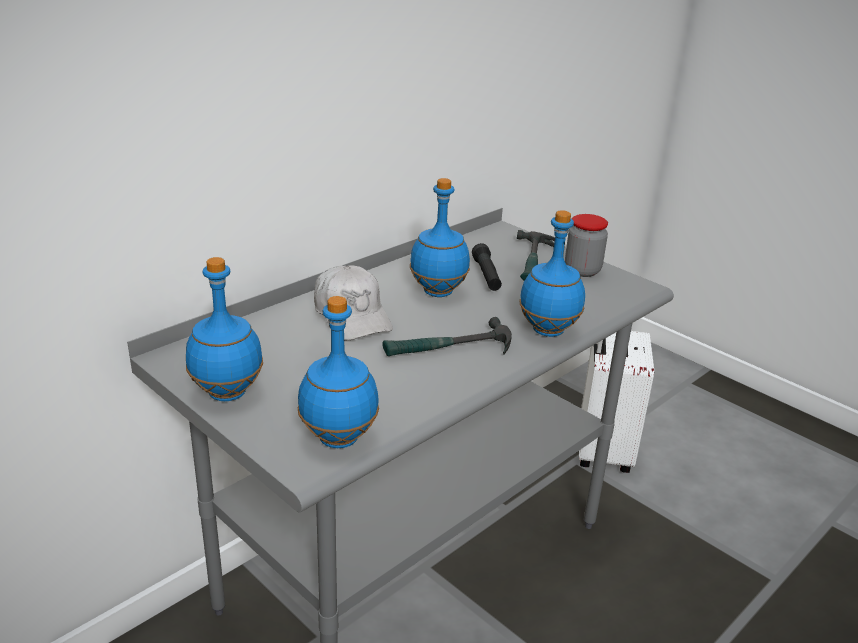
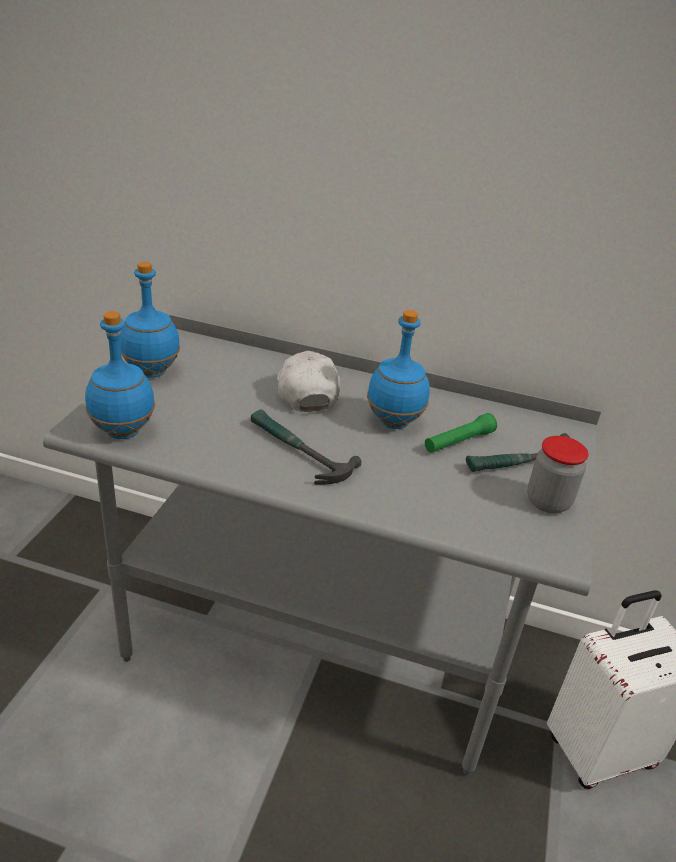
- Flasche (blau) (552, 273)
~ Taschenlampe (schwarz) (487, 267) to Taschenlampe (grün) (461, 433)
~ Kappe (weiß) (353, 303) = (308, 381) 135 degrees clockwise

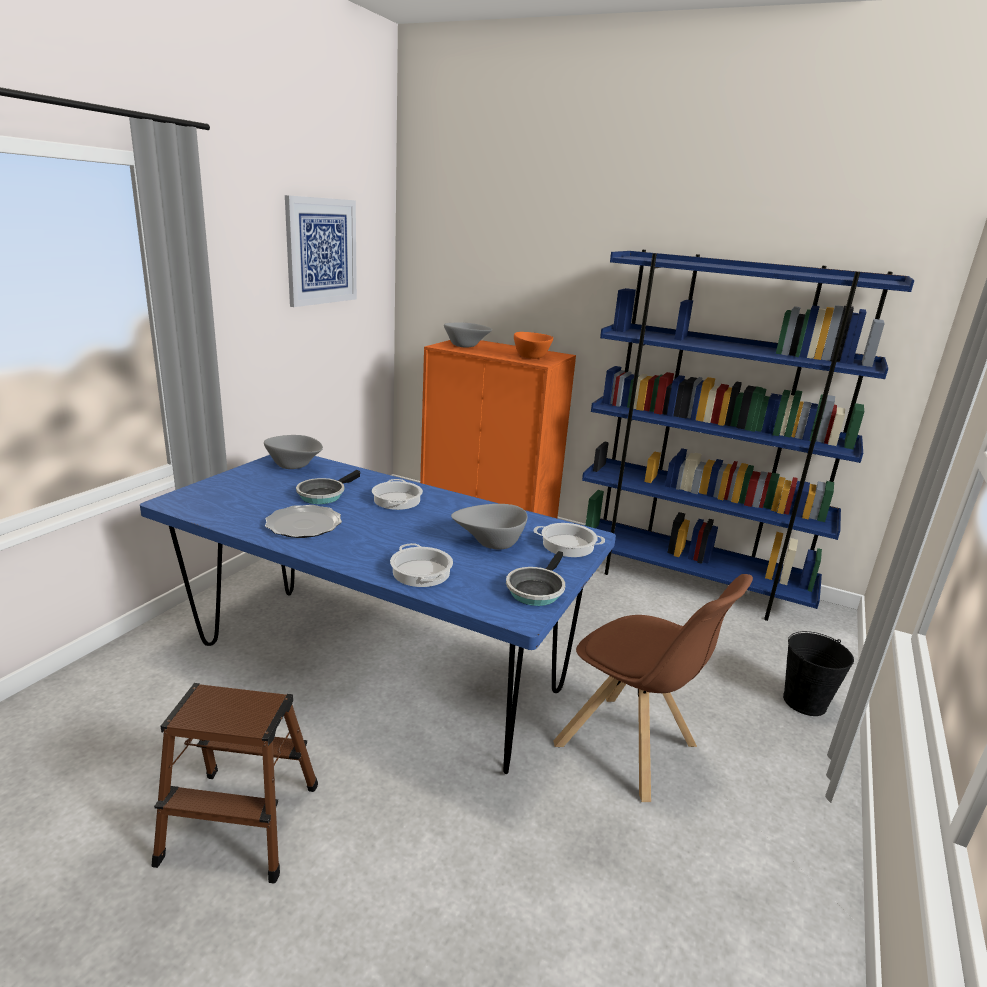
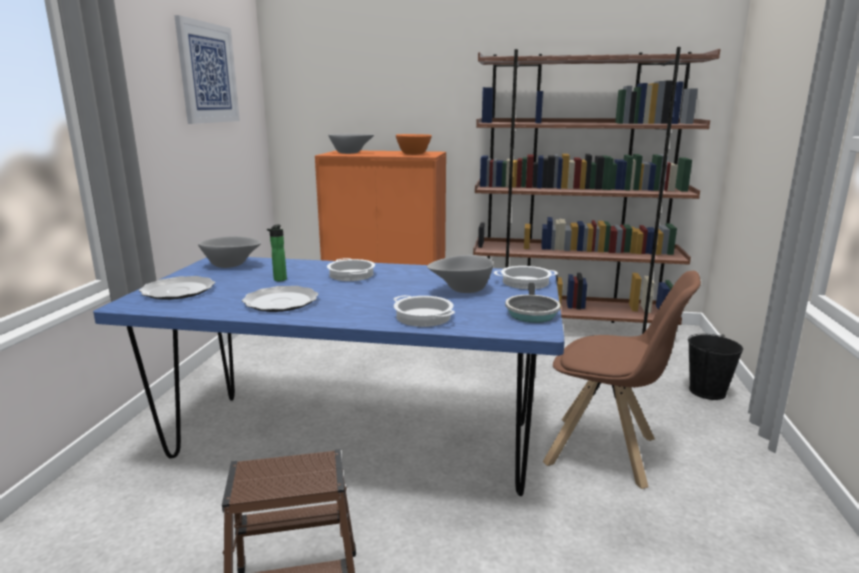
~ Bücherregal (blau) (748, 435) to Bücherregal (braun) (597, 190)
~ Pfanne (328, 487) to Flasche (277, 252)
+ Teller (177, 288)

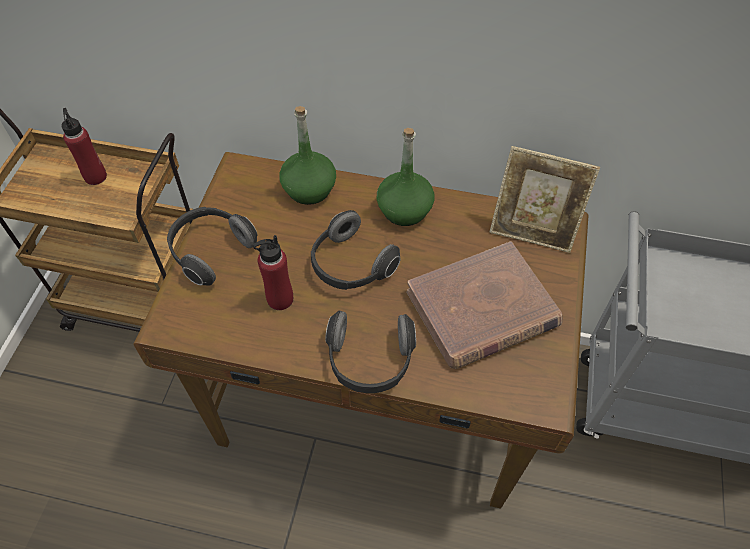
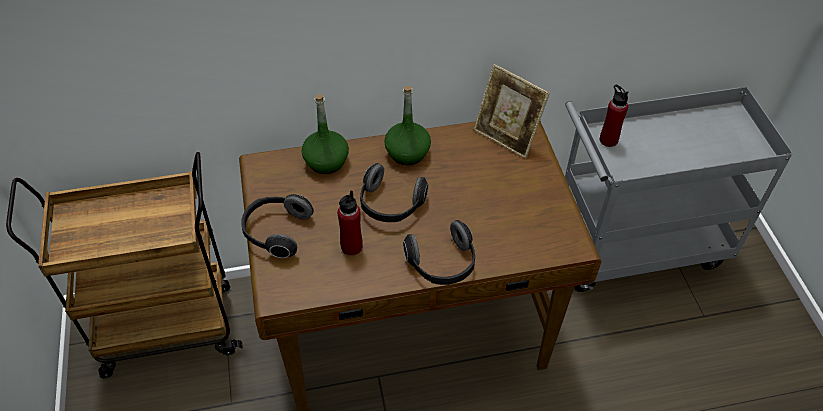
~ Flasche (rot) (84, 146) to (614, 116)
~ Bilderrahmen (544, 199) = (512, 111) 45 degrees clockwise
- Buch (braun) (485, 305)

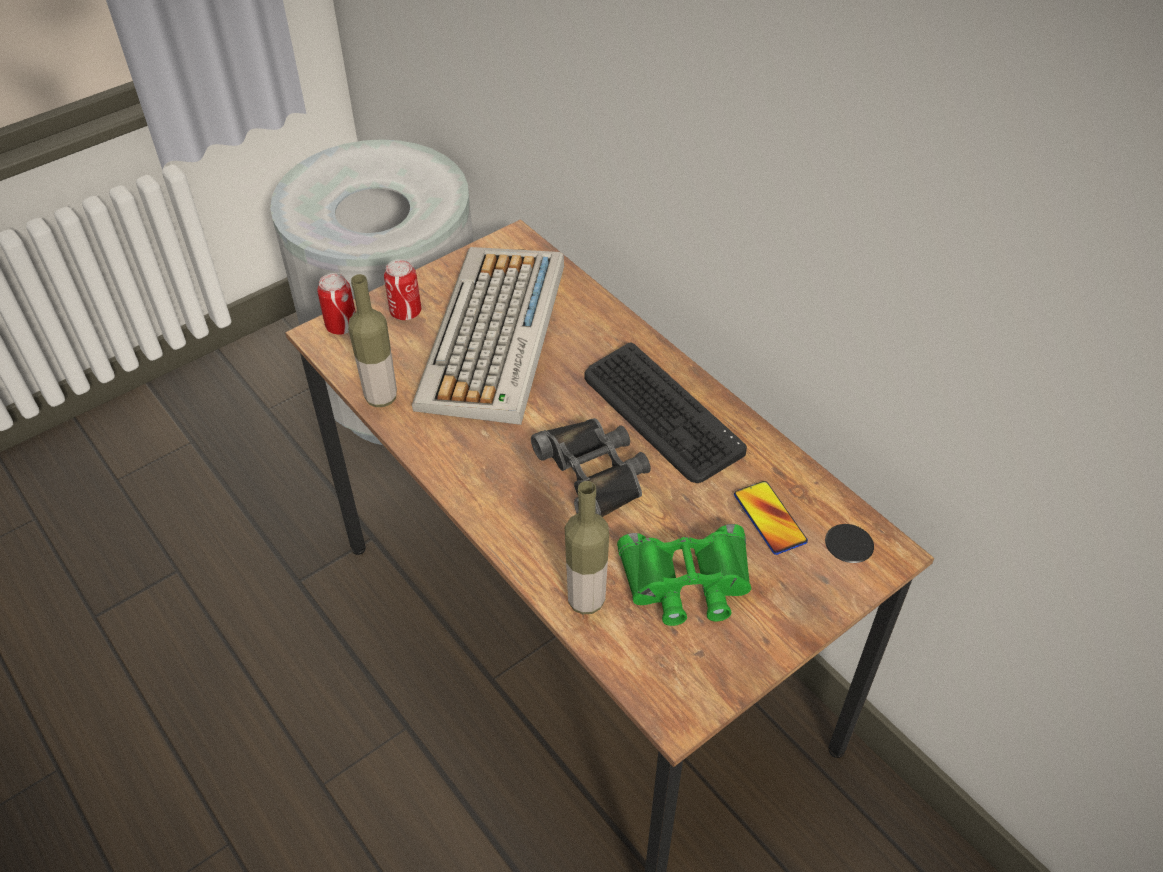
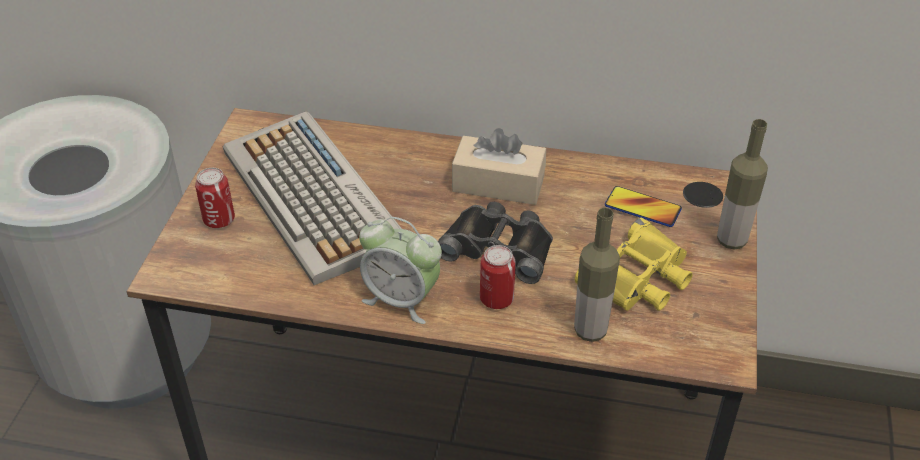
~ Dose (336, 304) to (498, 277)
~ Flasche (372, 340) to (742, 184)
~ Tastatur (665, 412) to Taschentuchbox (beige) (499, 166)
~ Fernglas (grün) (684, 575) to Fernglas (gelb) (634, 264)
+ Wecker (400, 270)

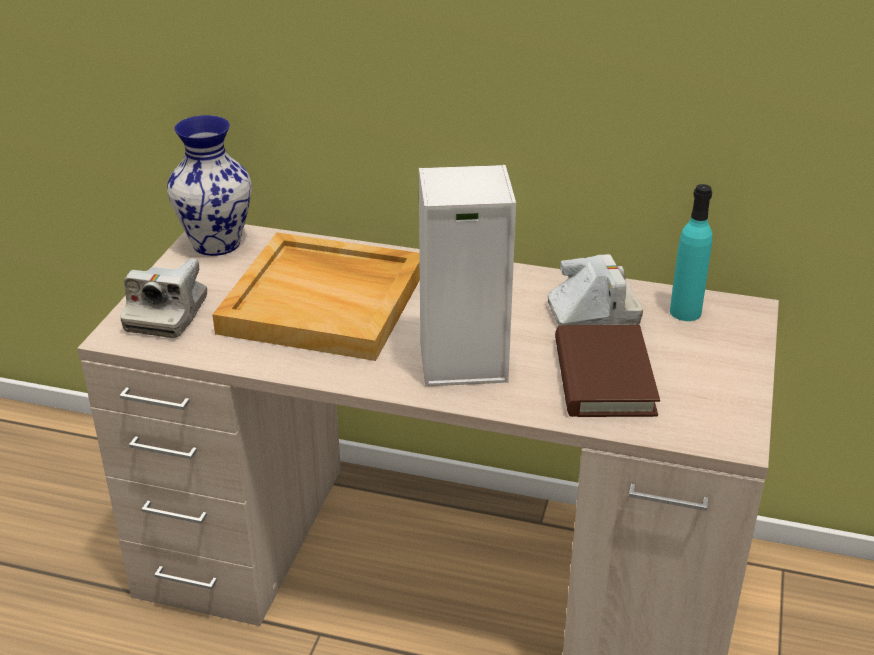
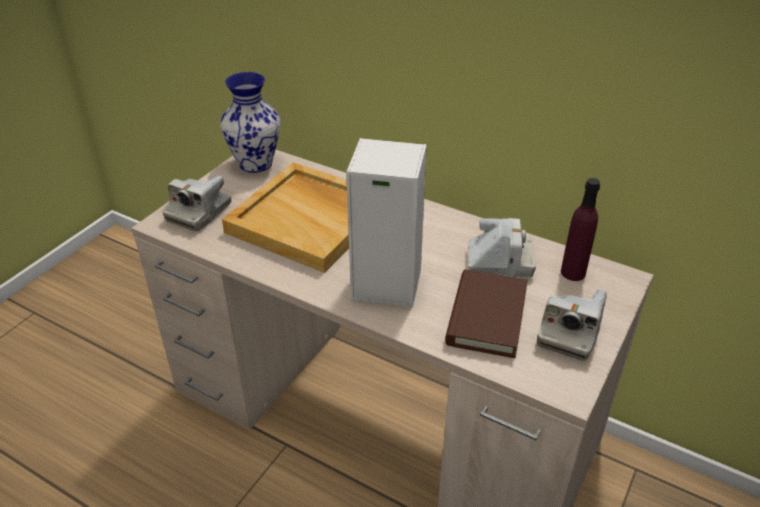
~ Flasche (türkis) (691, 252) to Flasche (lila) (580, 229)
+ Kamera (571, 325)

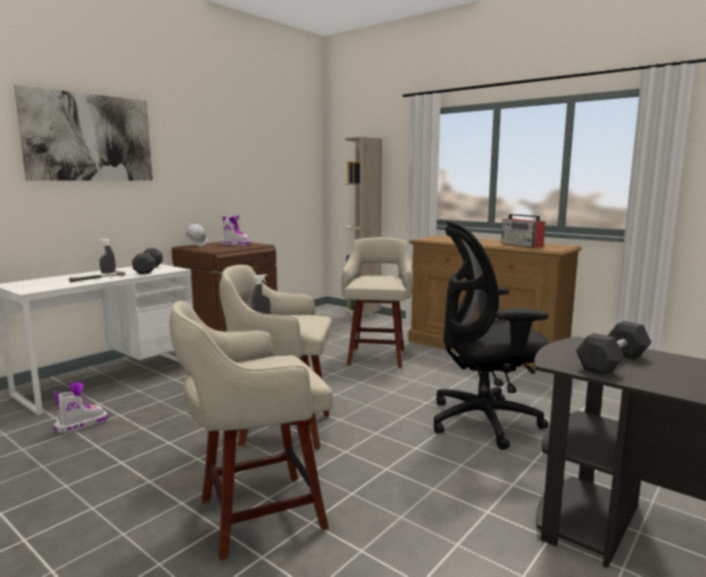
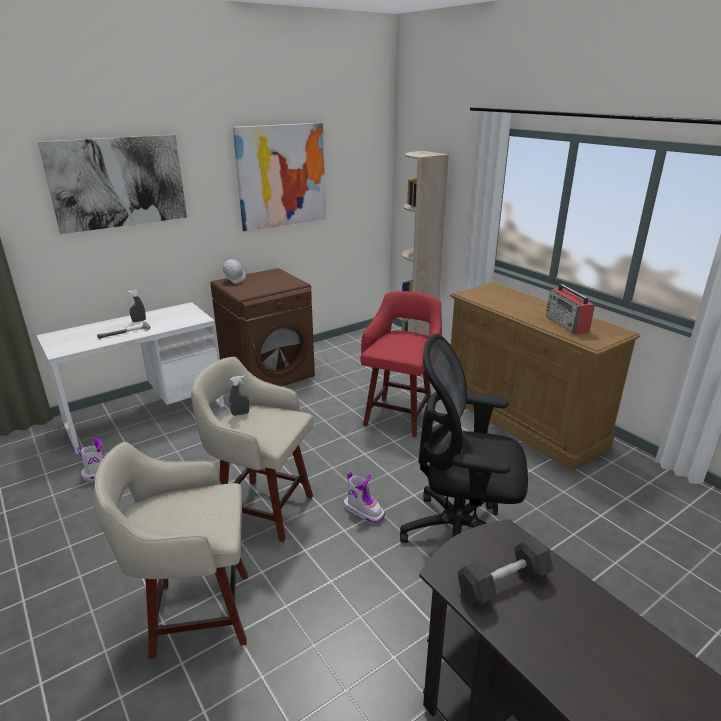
~ Stiefel (236, 231) to (364, 498)
~ Hocker (beige) (377, 302) to Hocker (rot) (401, 364)
- Hantel (schwarz) (147, 261)
+ Bild (279, 177)

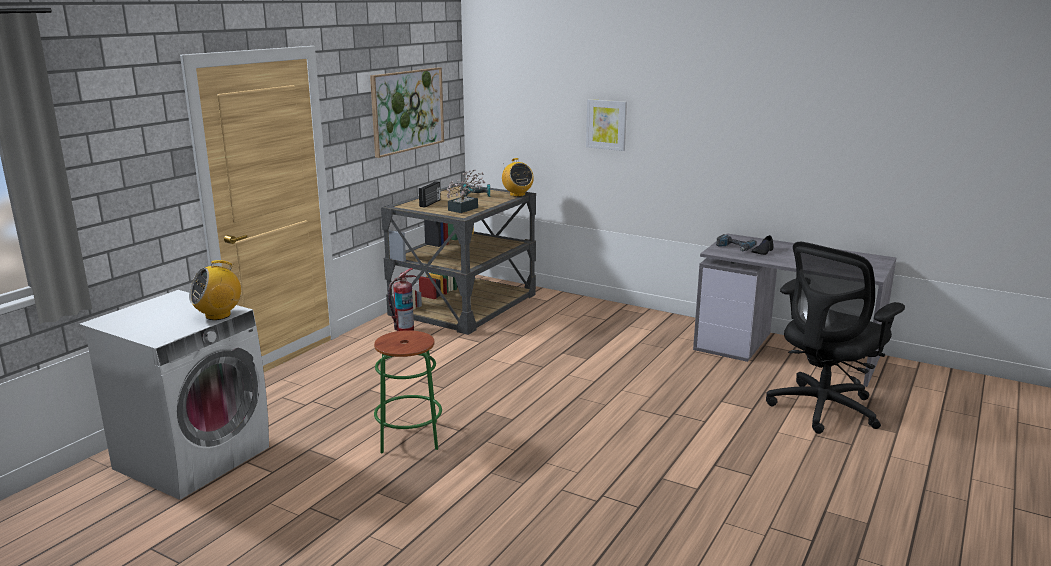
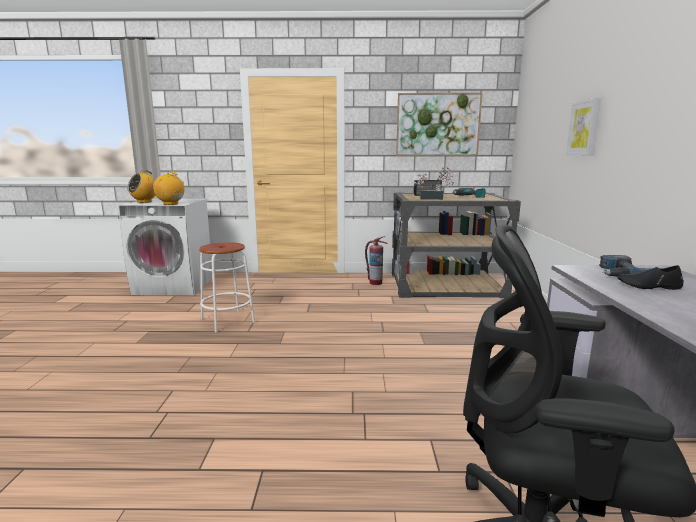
~ Radio (518, 177) to (141, 186)
~ Hocker (grün) (408, 391) to Hocker (weiß) (227, 287)

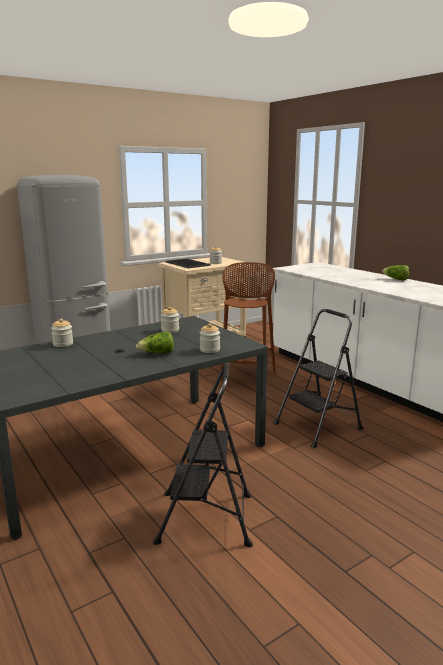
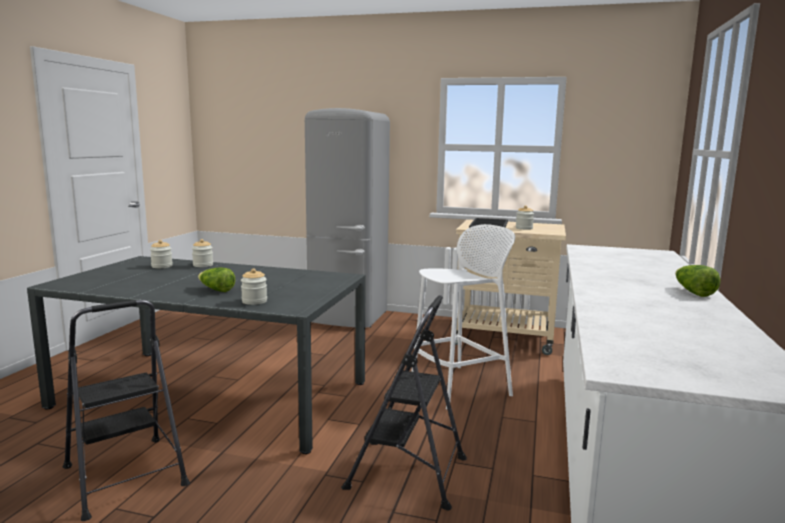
~ Hocker (braun) (248, 324) to Hocker (weiß) (463, 316)
~ Vorratsglas (170, 320) to (161, 254)

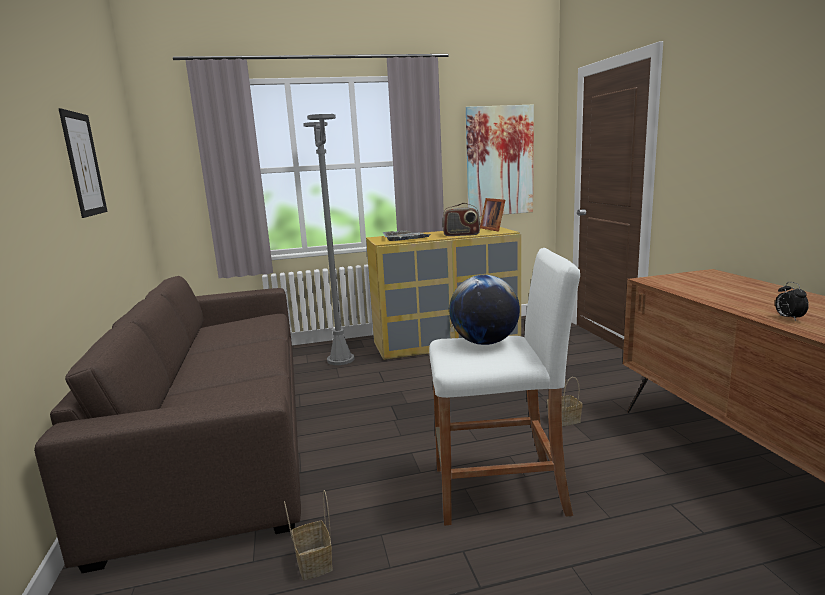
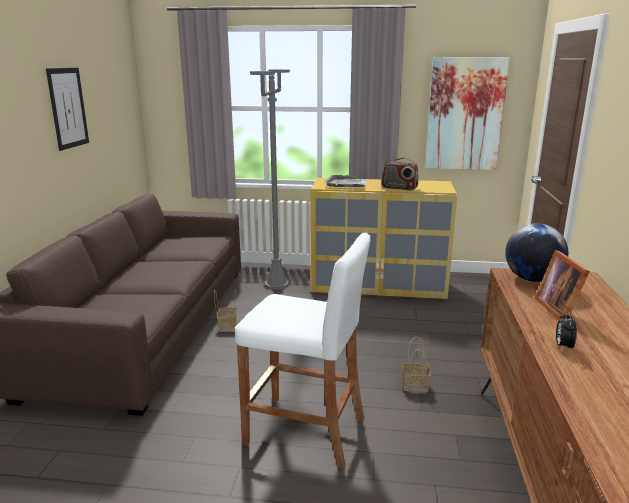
~ Bilderrahmen (492, 215) to (562, 285)
~ Globus (484, 310) to (536, 252)
~ Korb (308, 535) to (225, 310)

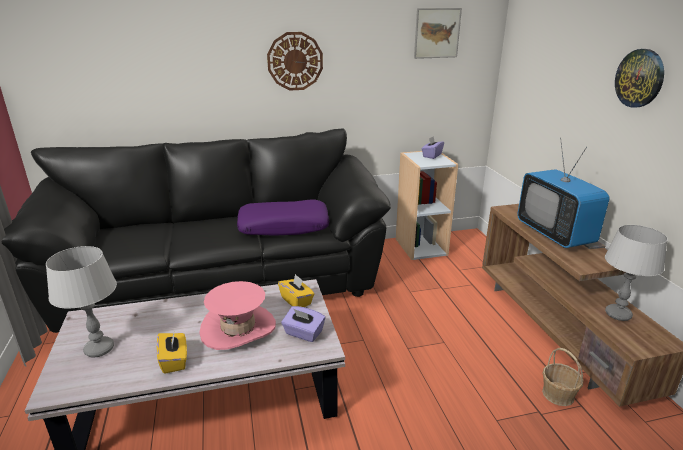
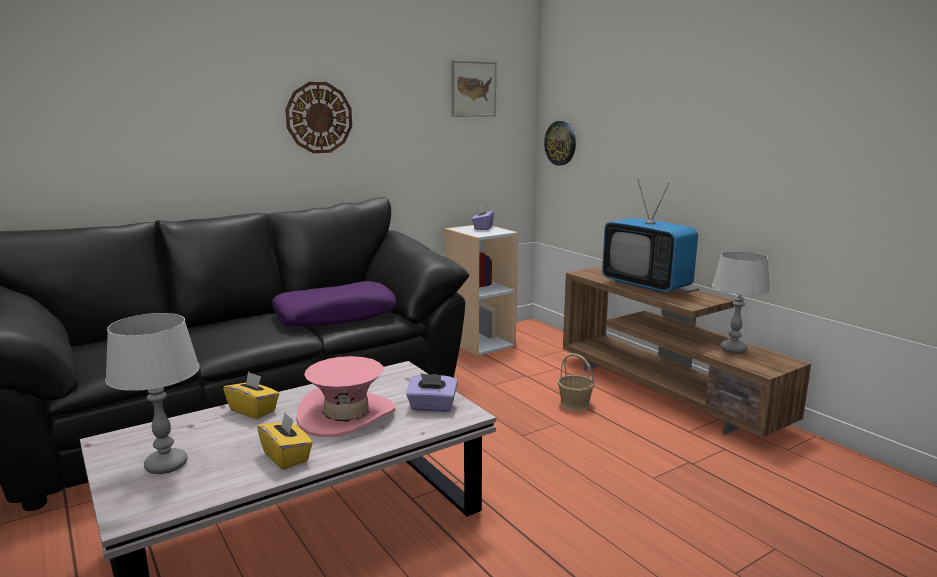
~ Wanduhr (639, 78) to (560, 143)
~ Taschentuchbox (gelb) (296, 290) to (251, 395)
~ Korb (562, 377) to (576, 382)

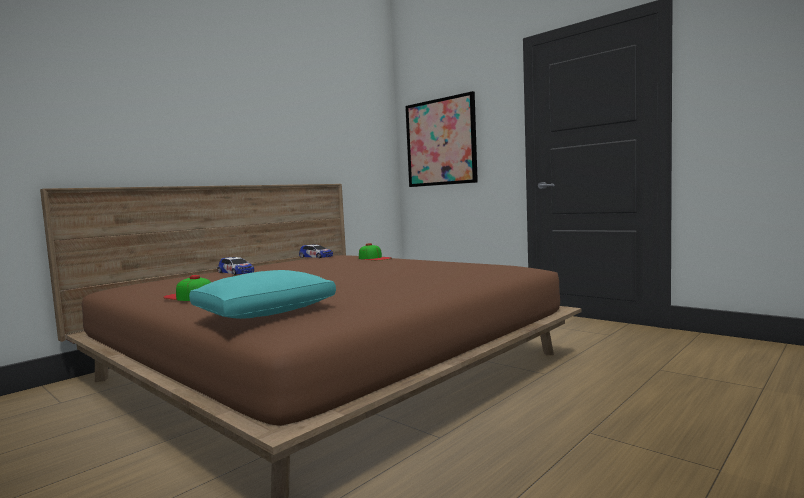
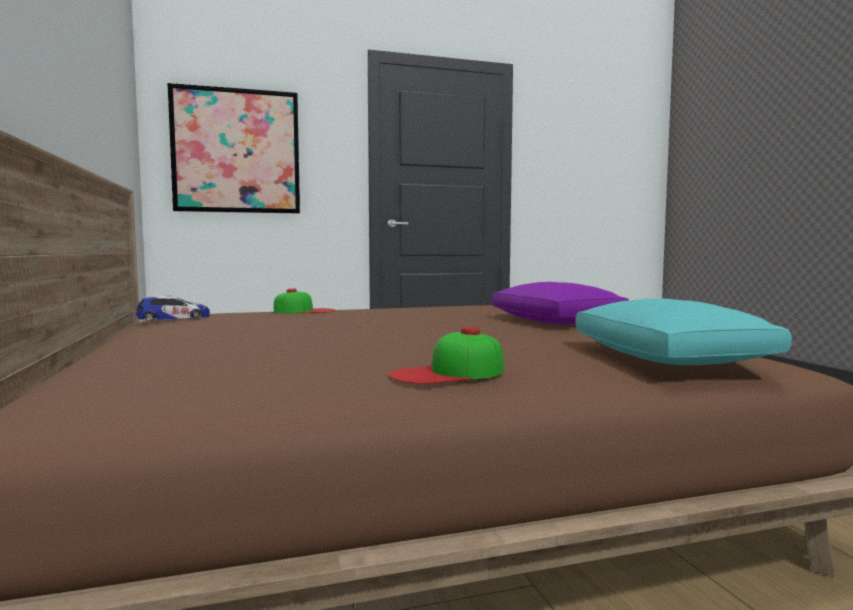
- Spielzeugauto (235, 266)
+ Kissen (lila) (560, 303)

